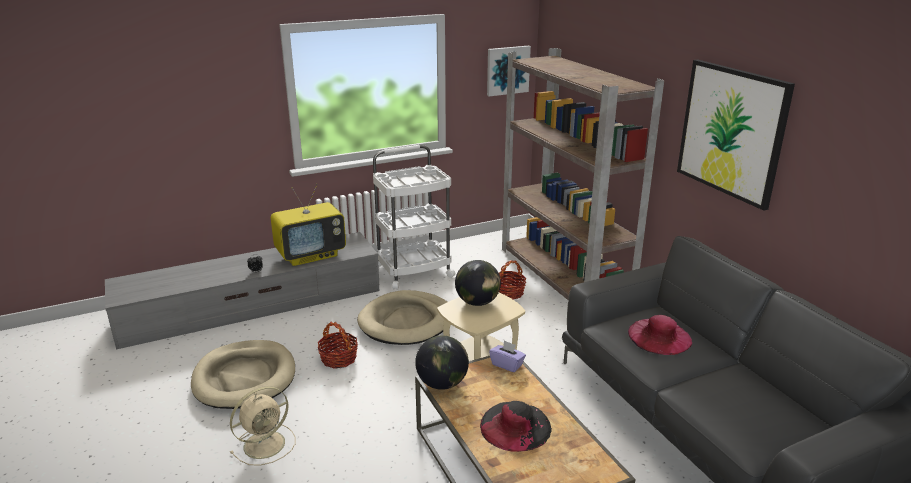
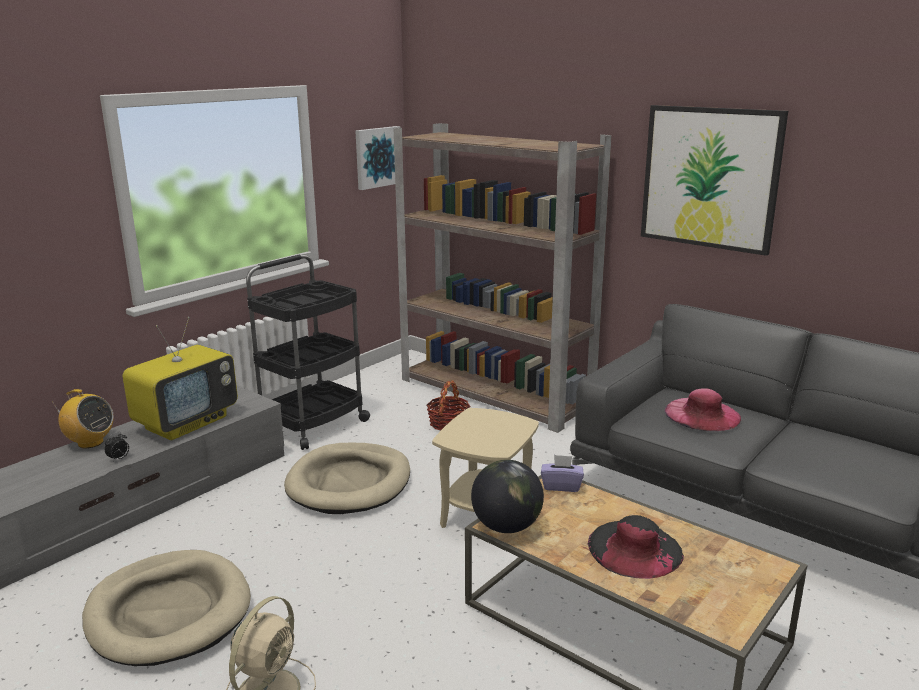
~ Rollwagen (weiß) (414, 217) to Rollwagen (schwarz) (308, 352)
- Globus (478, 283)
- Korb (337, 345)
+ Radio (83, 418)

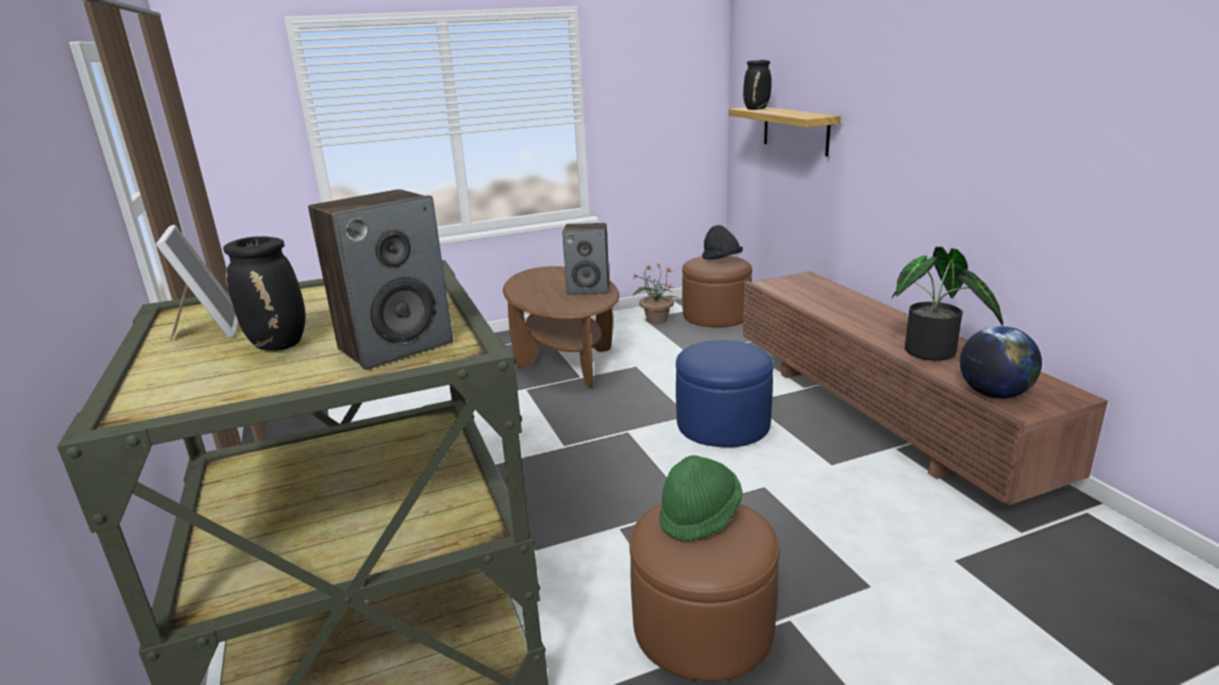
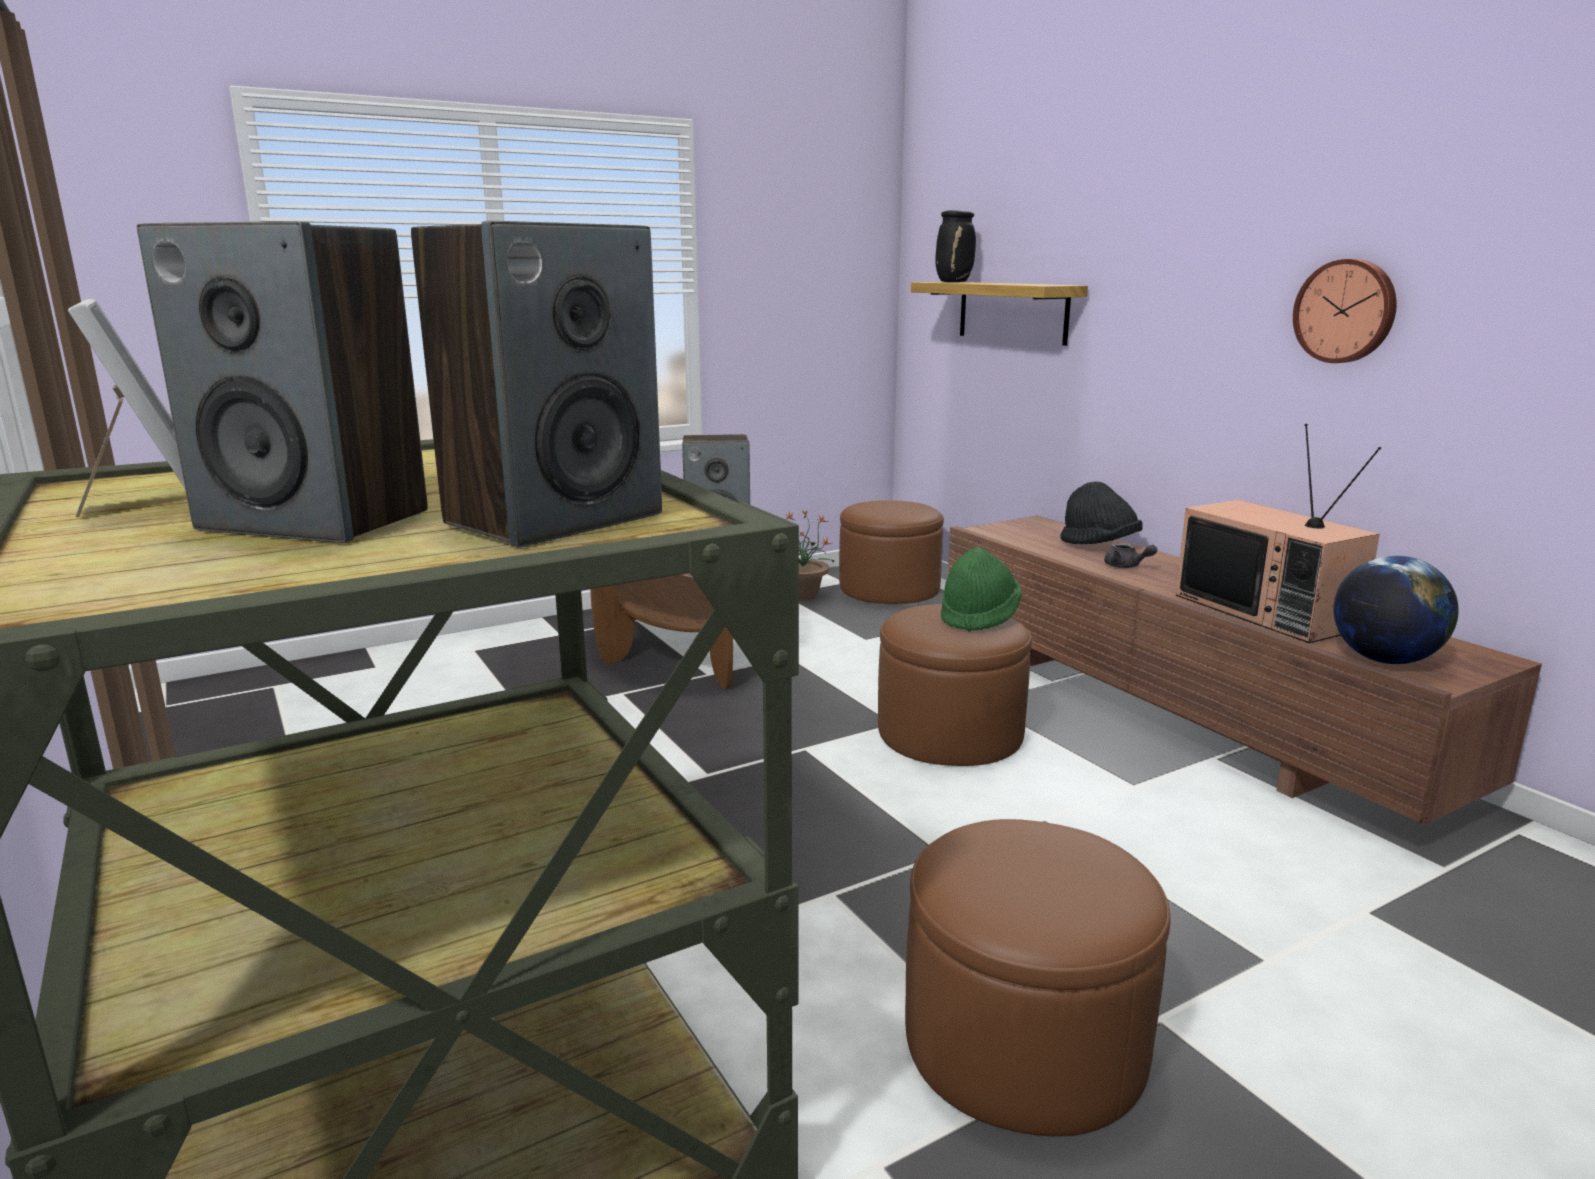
~ Hut (schwarz) (722, 242) to (1101, 512)
~ Vase (schwarz) (264, 293) to Lautsprecher (282, 382)
~ Topfpflanze (947, 304) to Fernseher (1278, 533)
~ Polsterhocker (blau) (725, 393) to Polsterhocker (braun) (955, 685)
~ Hut (grün) (701, 498) to (981, 589)
+ Wanduhr (1345, 311)
+ Teekanne (grau) (1130, 555)

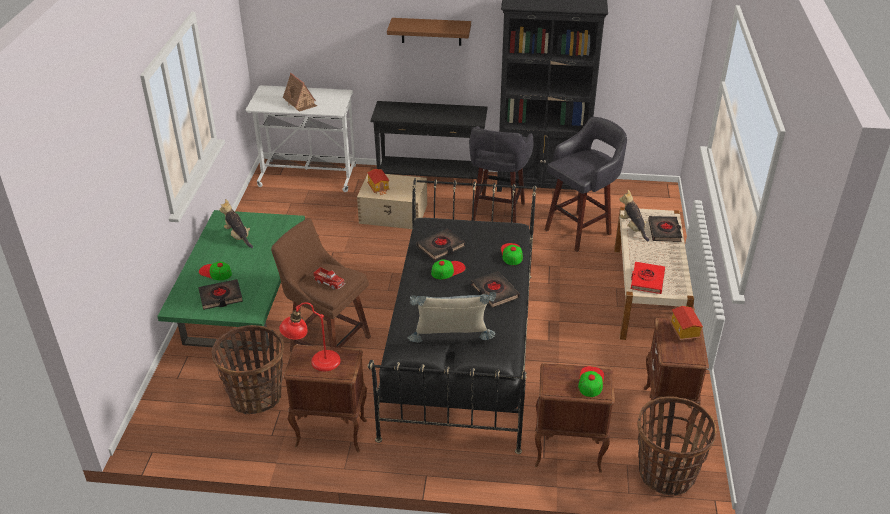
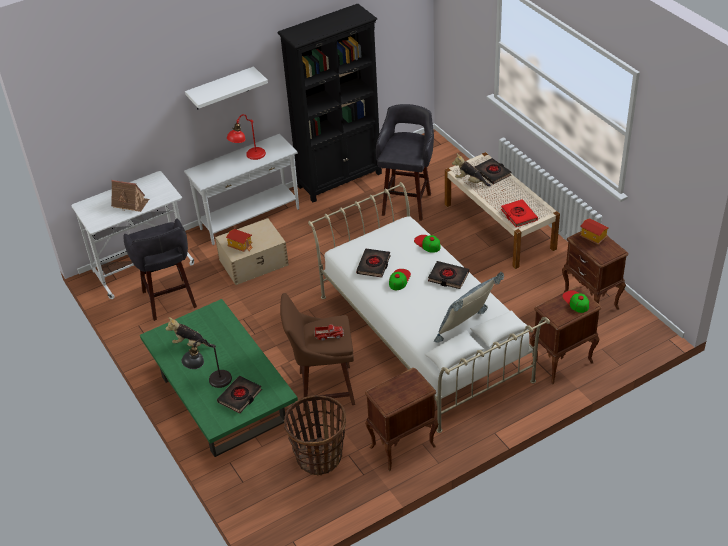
~ Wandregal (braun) (429, 32) to Wandregal (weiß) (226, 88)
~ Konsolentisch (schwarz) (429, 140) to Konsolentisch (weiß) (241, 189)
~ Hocker (grau) (501, 174) to (160, 269)
~ Bett (schwarz) (452, 316) to Bett (weiß) (429, 307)
~ Kappe (215, 270) to Tischlampe (grau) (207, 363)
~ Tischlampe (rot) (310, 336) to (246, 137)
- Korb (677, 446)

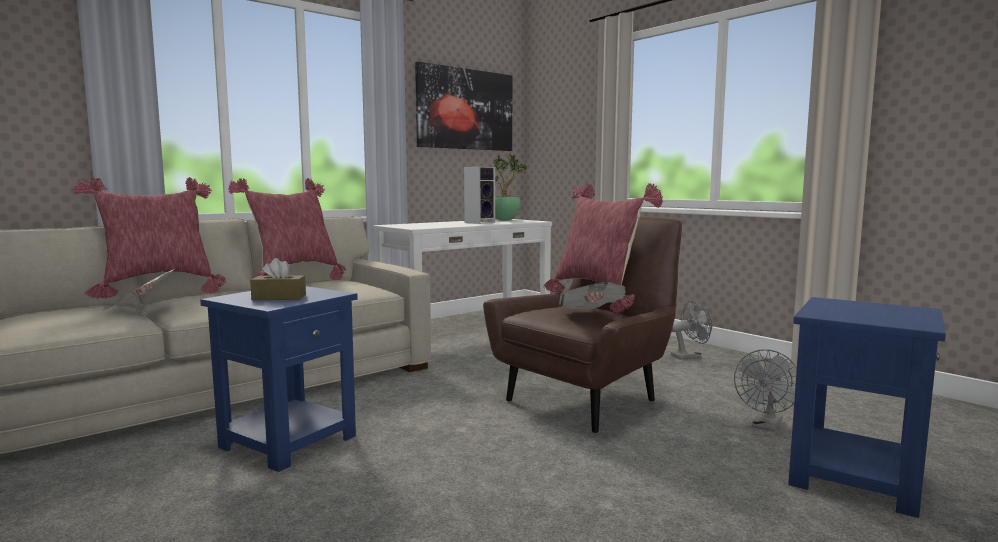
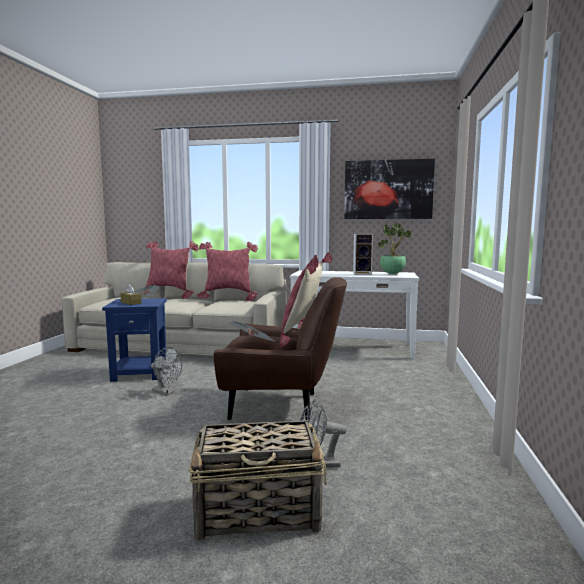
~ Beistelltisch (blau) (867, 407) to Korb (257, 480)
~ Ventilator (grau) (691, 329) to (166, 371)

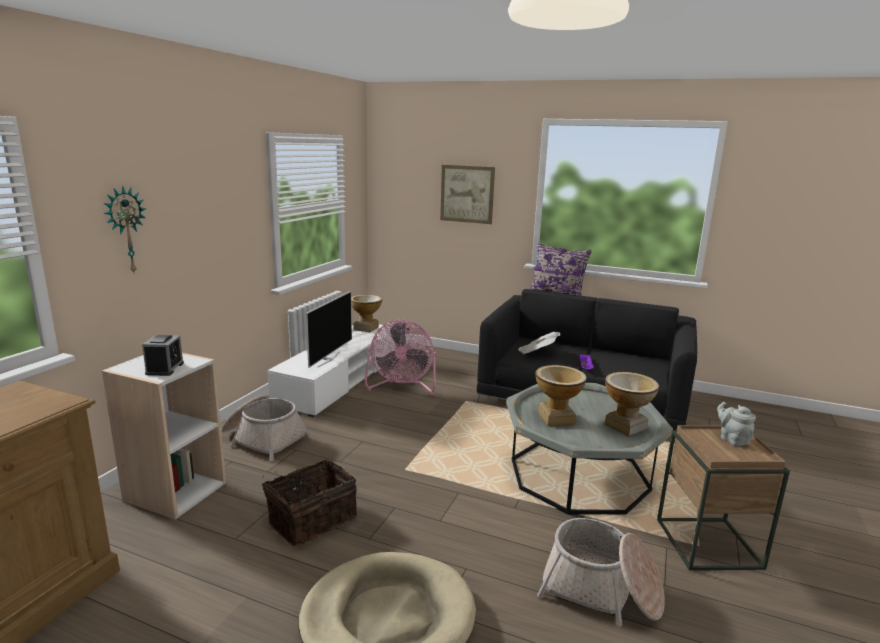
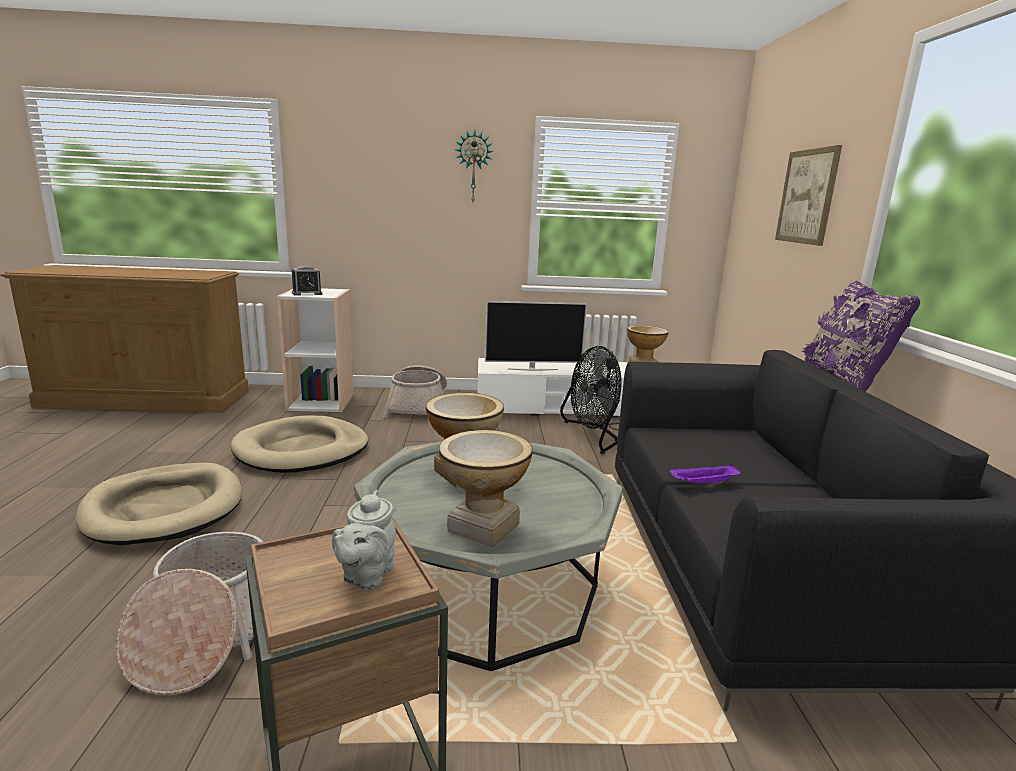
~ Wanduhr (125, 228) to (474, 166)
~ Ventilator (rosa) (400, 357) to Ventilator (schwarz) (591, 400)
- Zeitung (539, 343)
~ Teekanne (grau) (736, 424) = (364, 540) 150 degrees clockwise
~ Korb (309, 503) to Hundebett (beige) (299, 444)

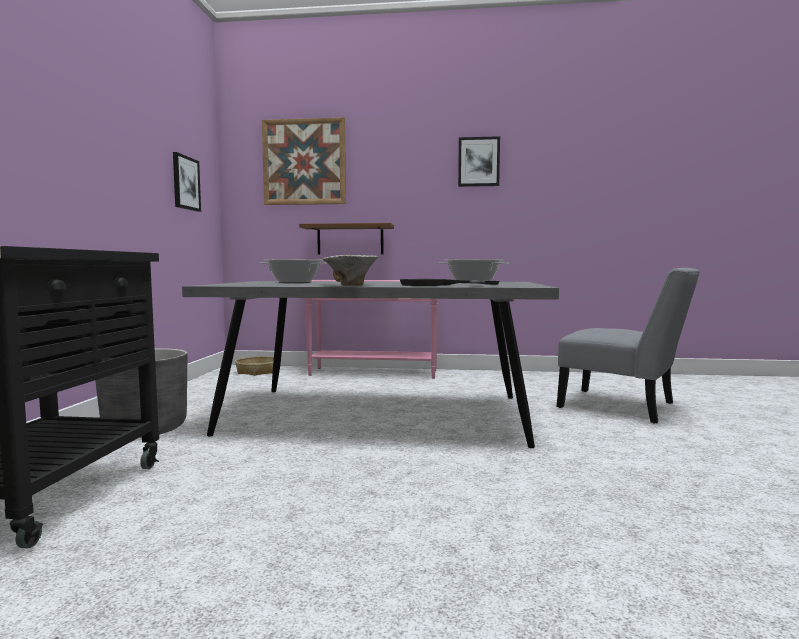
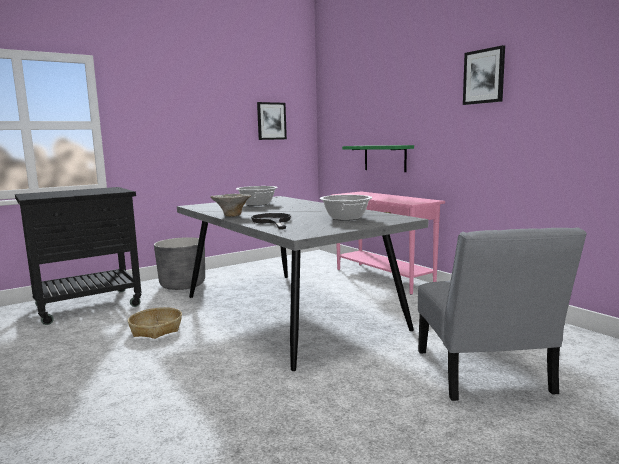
- Bild (304, 161)
~ Wandregal (braun) (346, 239) to Wandregal (grün) (378, 158)
~ Korb (254, 366) to (155, 323)

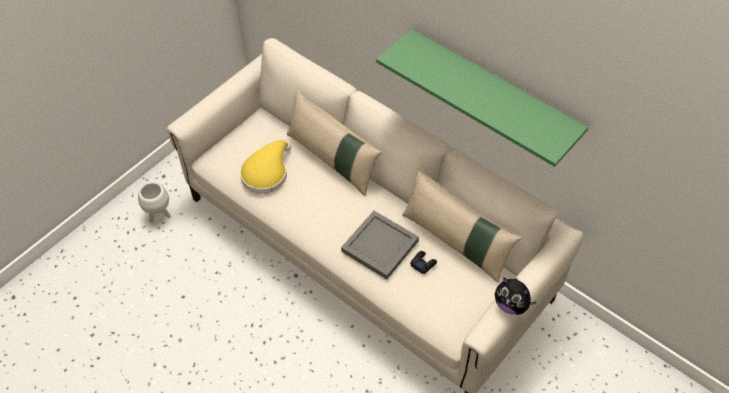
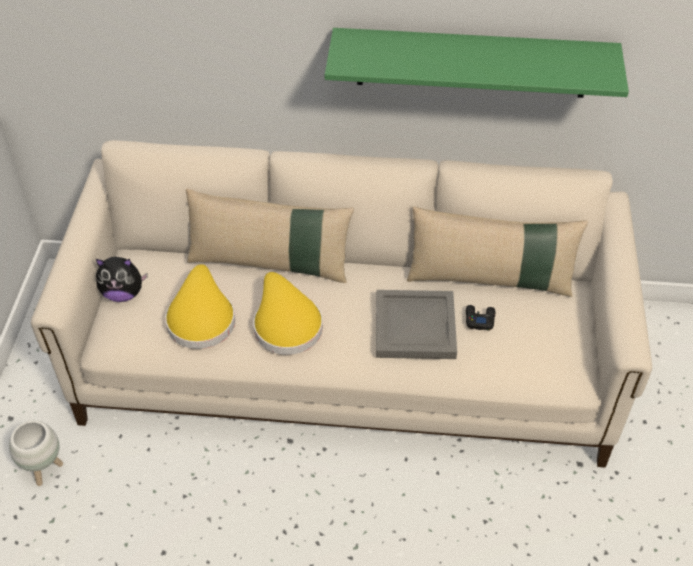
~ Plüschtier (515, 296) to (122, 279)
+ Hut (gelb) (288, 313)

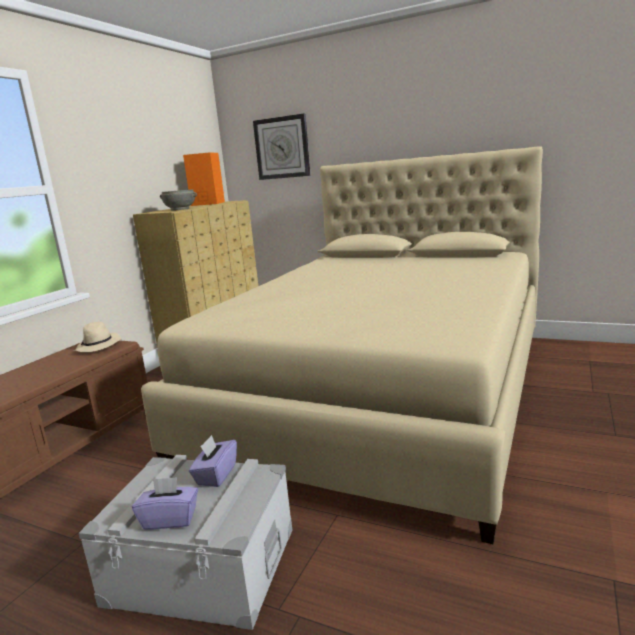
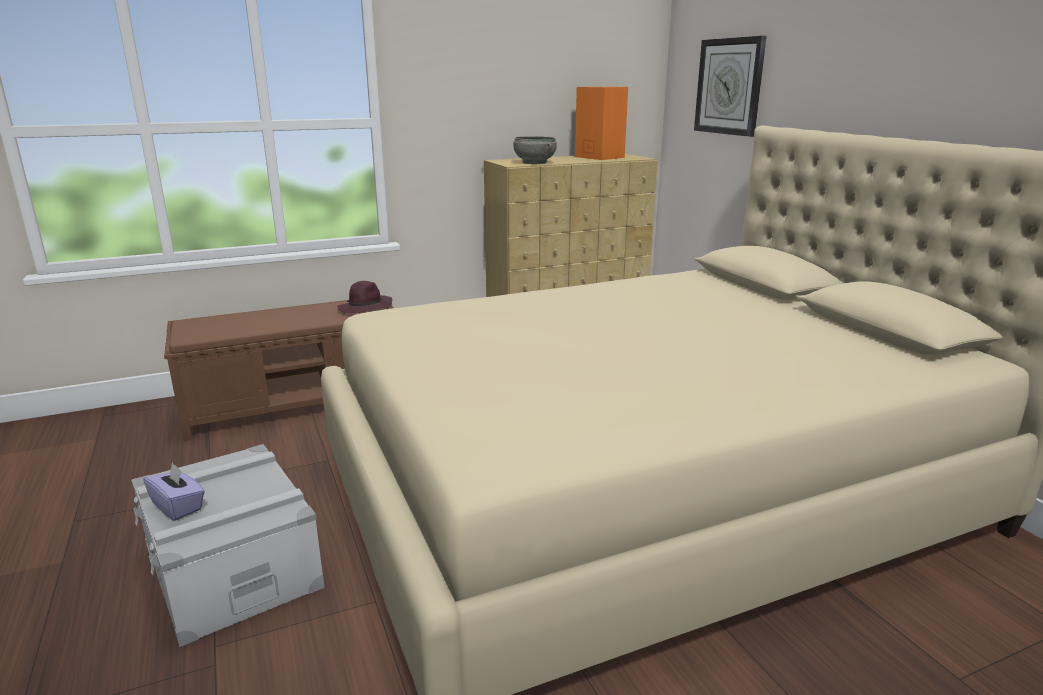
~ Hut (beige) (98, 337) to Hut (lila) (364, 297)
- Taschentuchbox (lila) (213, 461)

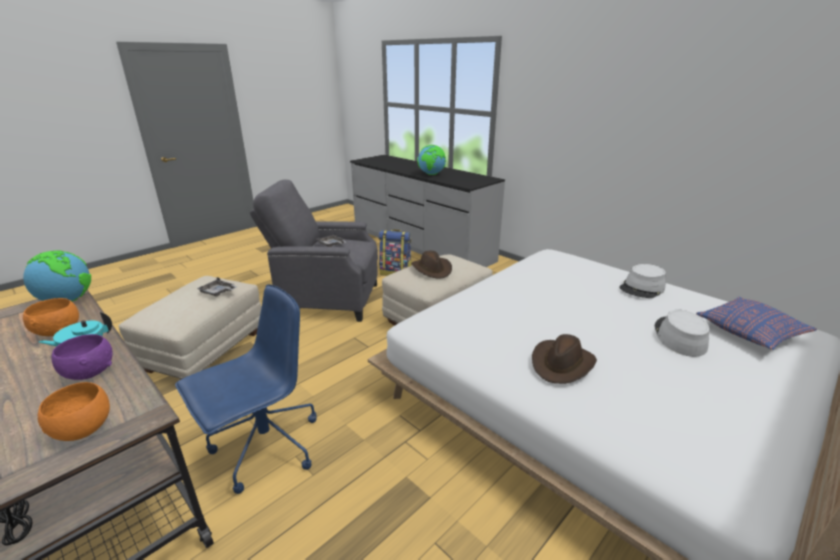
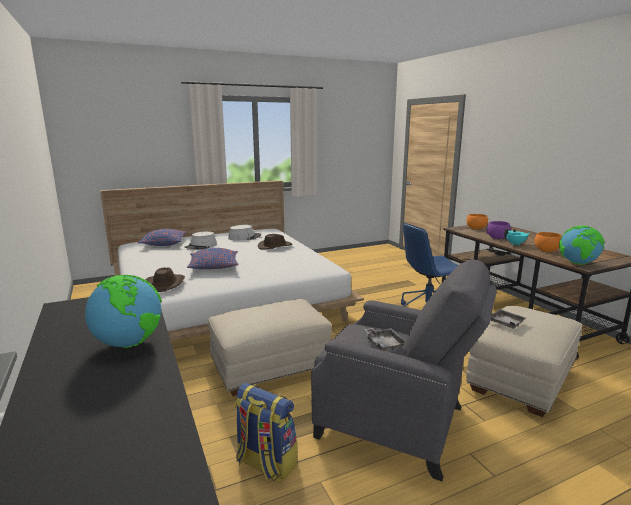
~ Hut (braun) (431, 265) to (165, 279)
~ Hut (grau) (642, 281) to (244, 232)
+ Kissen (blau) (212, 258)

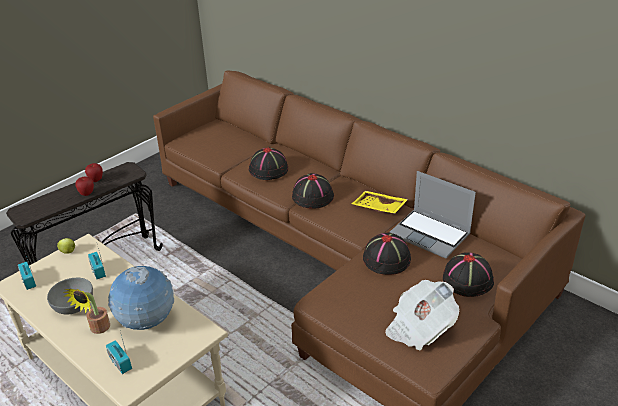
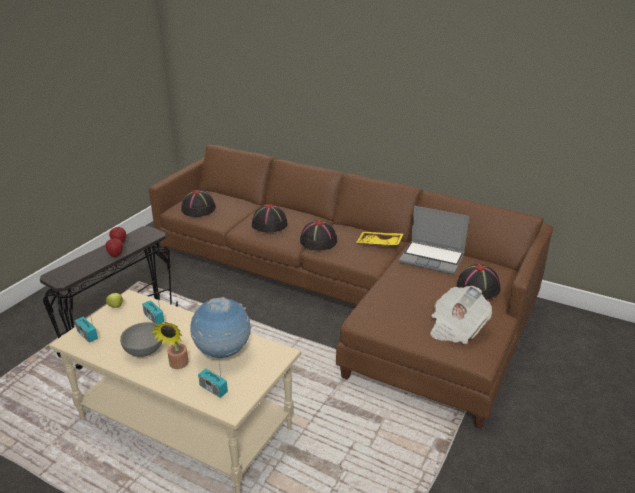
~ Hut (schwarz) (387, 253) to (198, 203)

